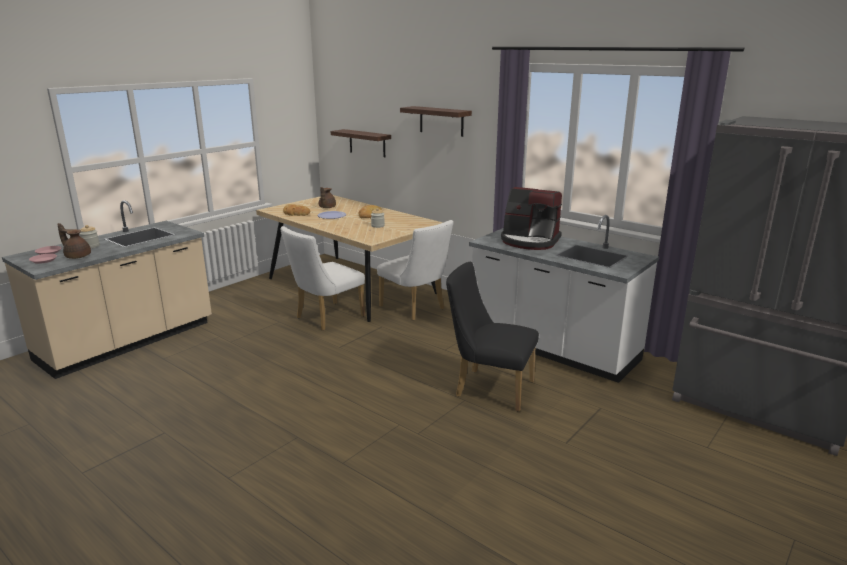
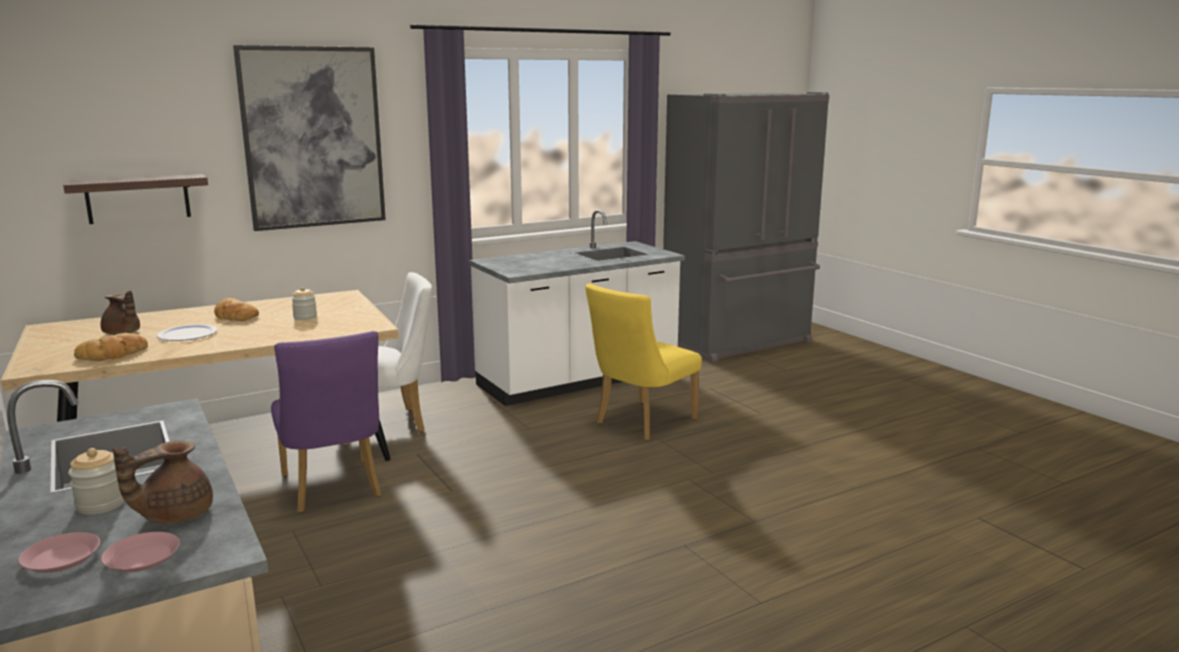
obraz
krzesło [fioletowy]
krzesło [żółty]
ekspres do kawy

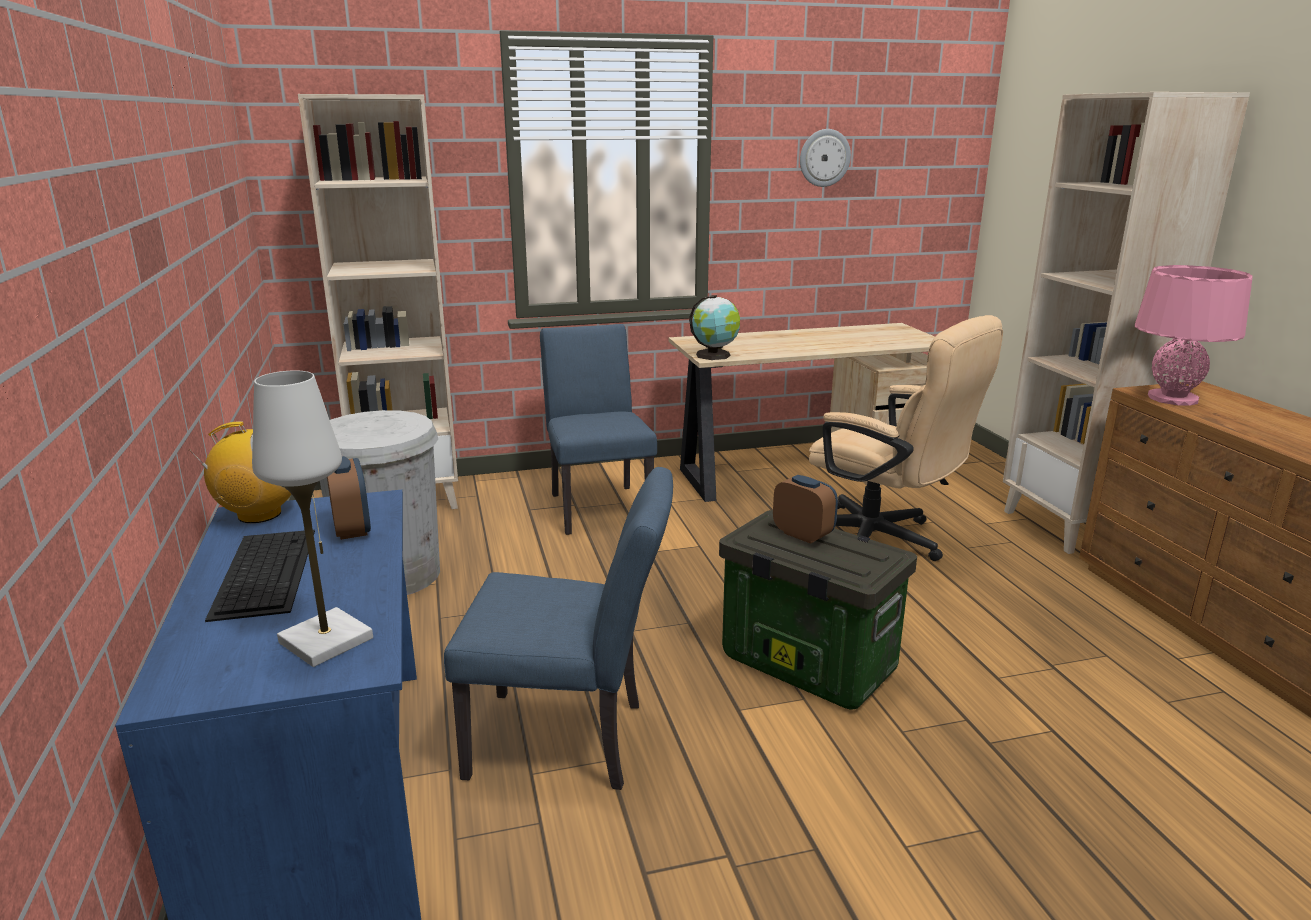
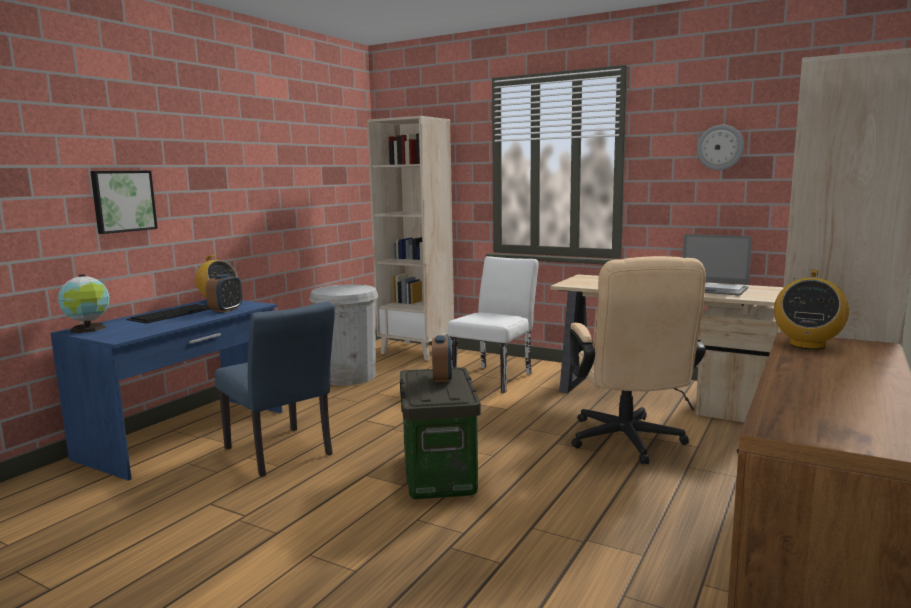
globus
obraz
krzesło [biały]
laptop
radio (2nd from left)
lampa stołowa [biały]

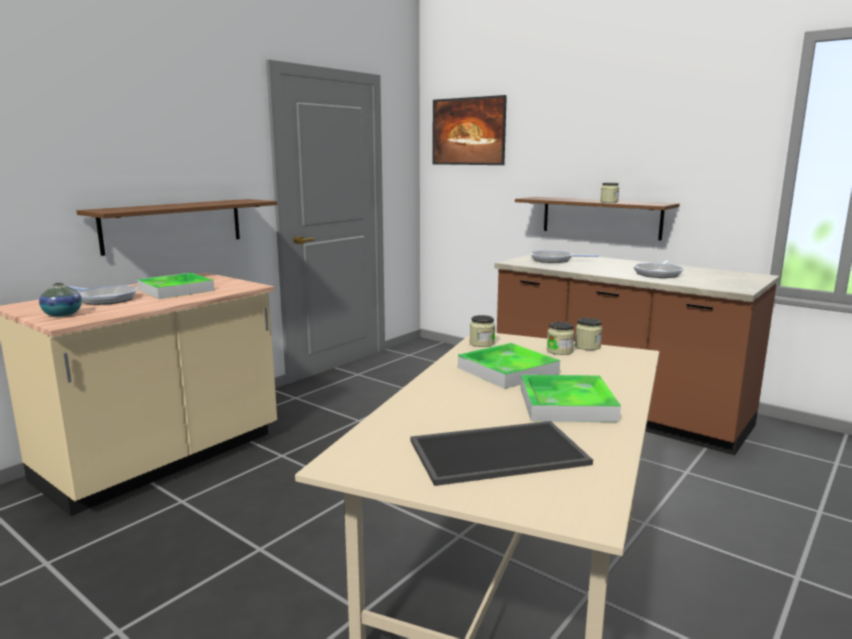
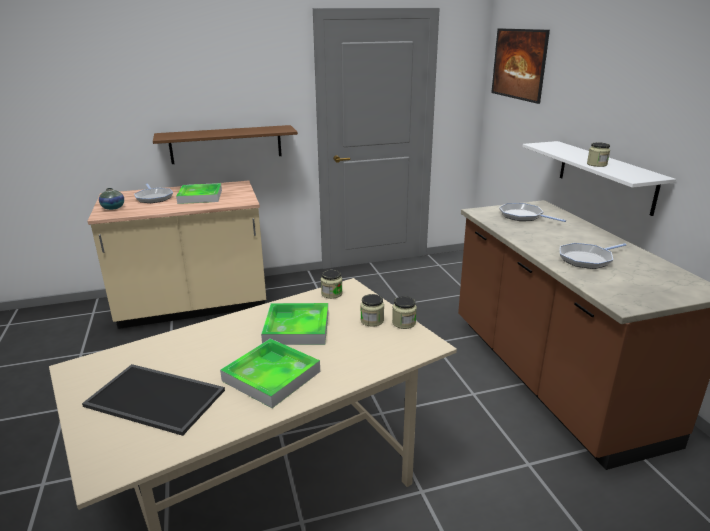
półka [biały]

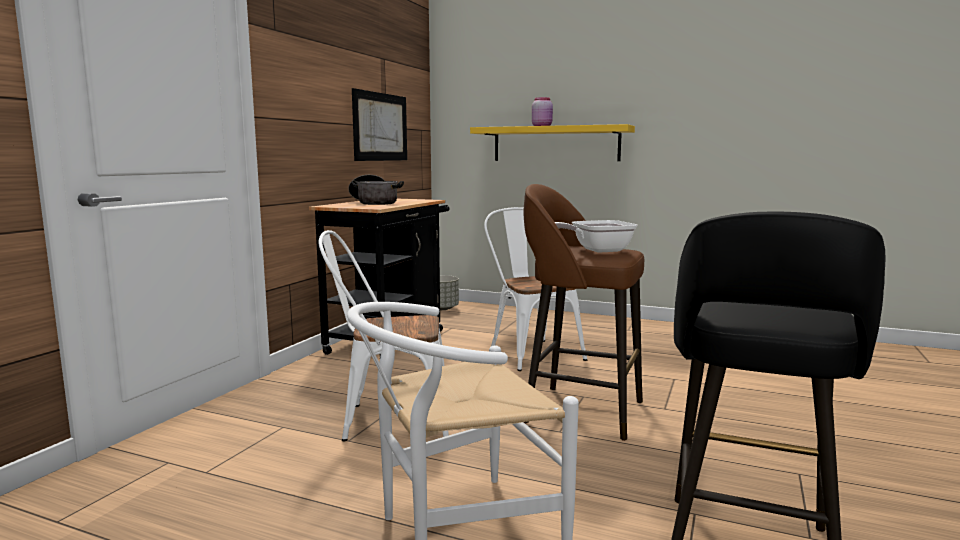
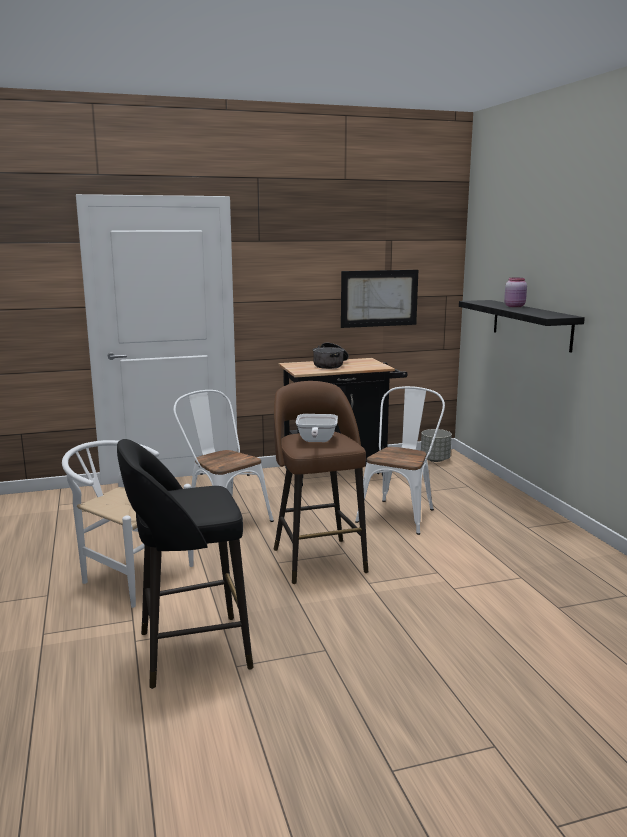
patelnia
półka [czarny]

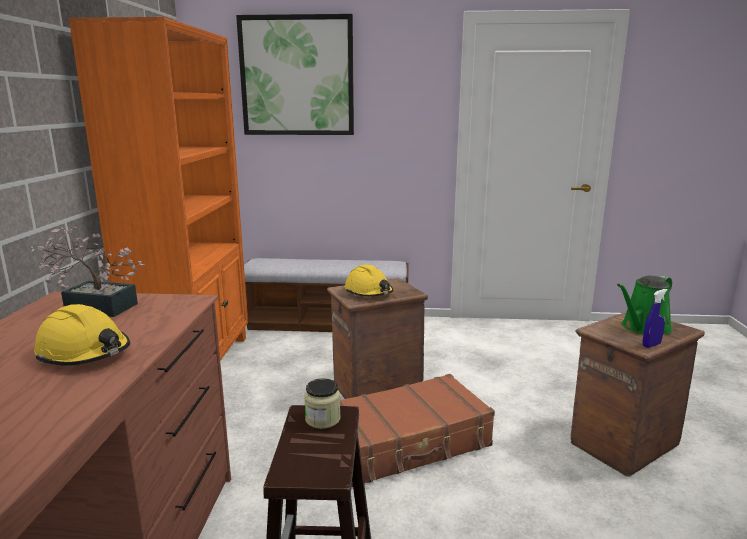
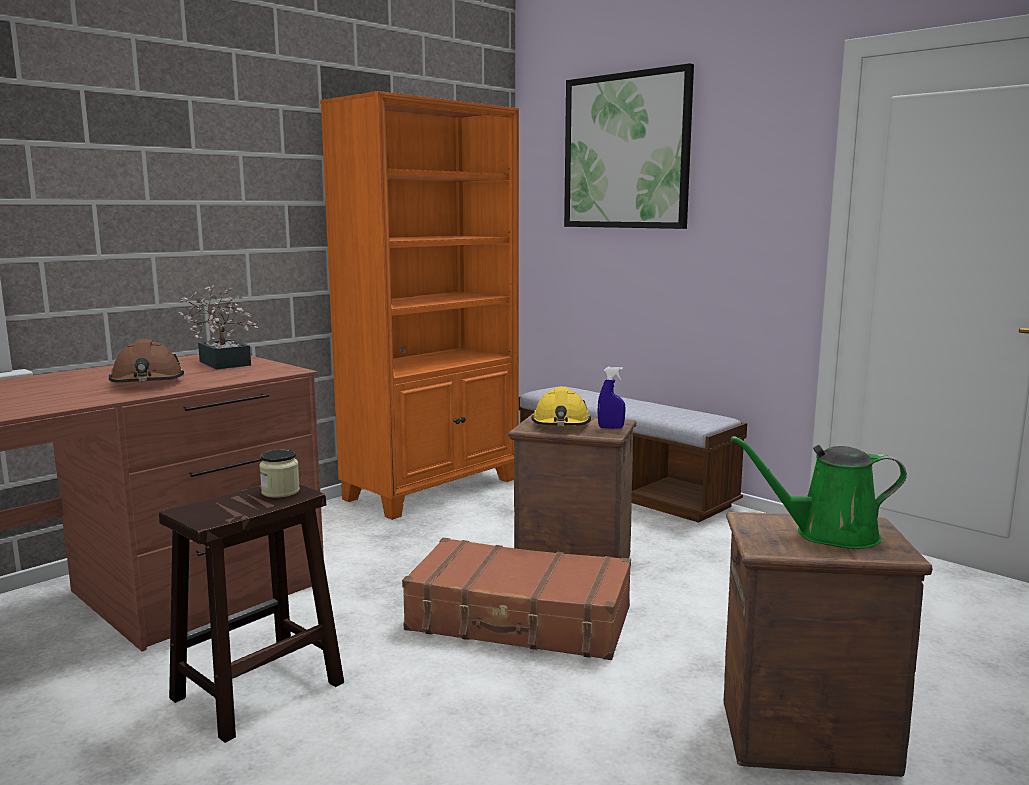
kask [brązowy]
spryskiwacz [niebieski]

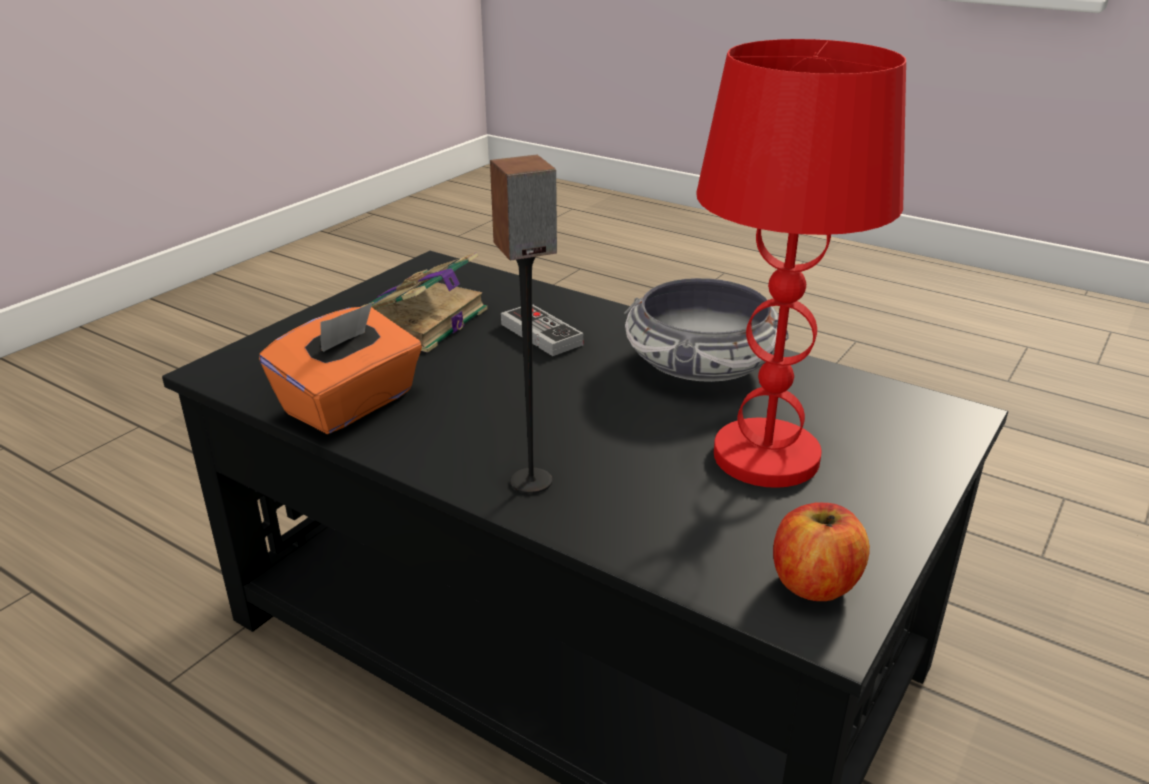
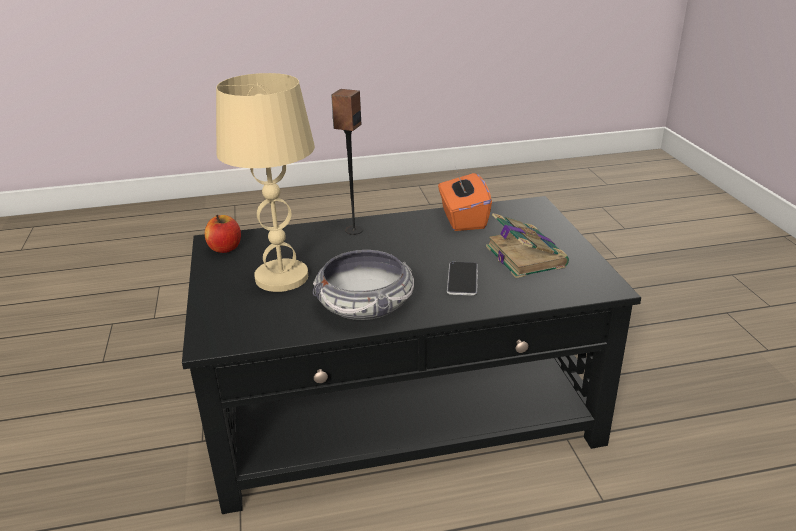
lampa stołowa [beżowy]
telefon

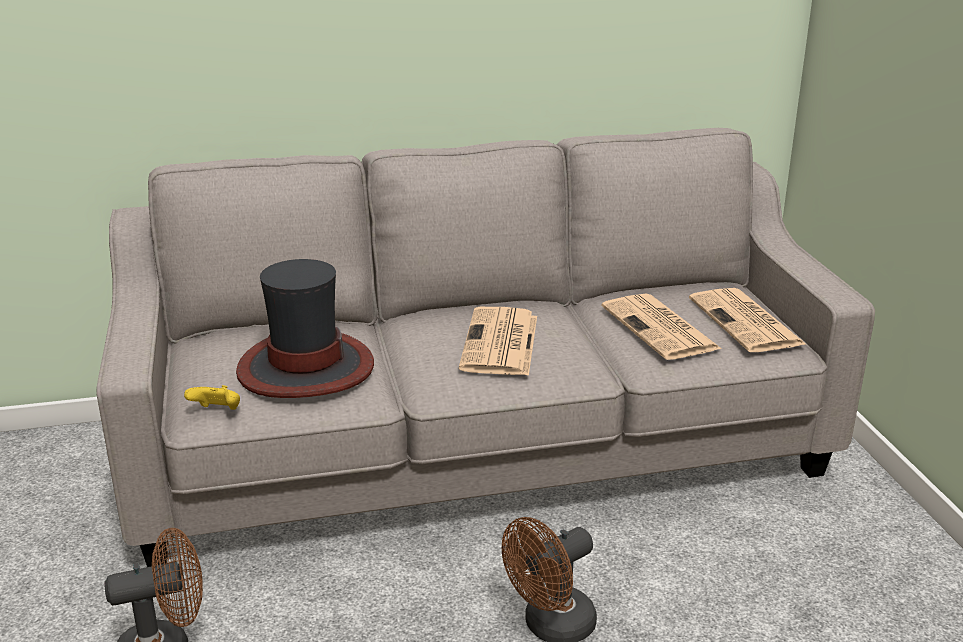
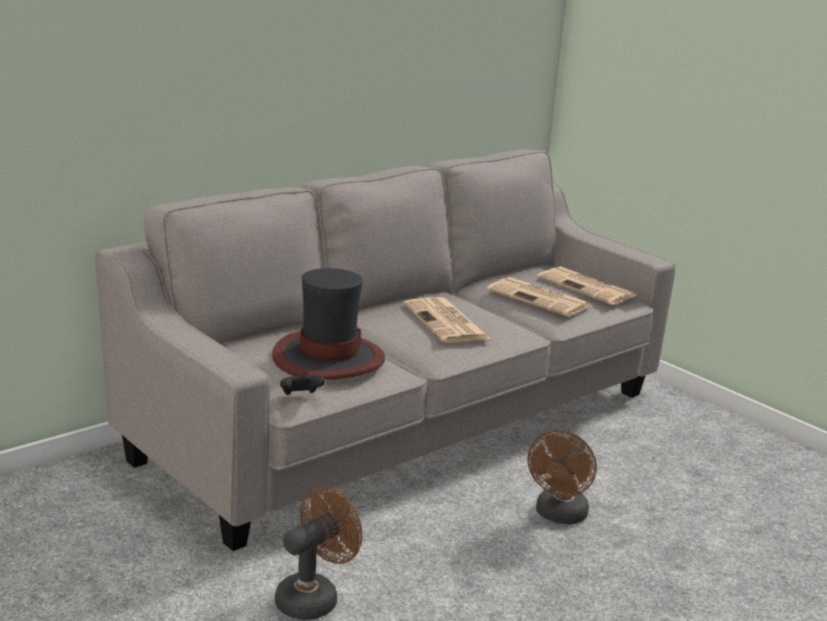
pad do gier [czarny]

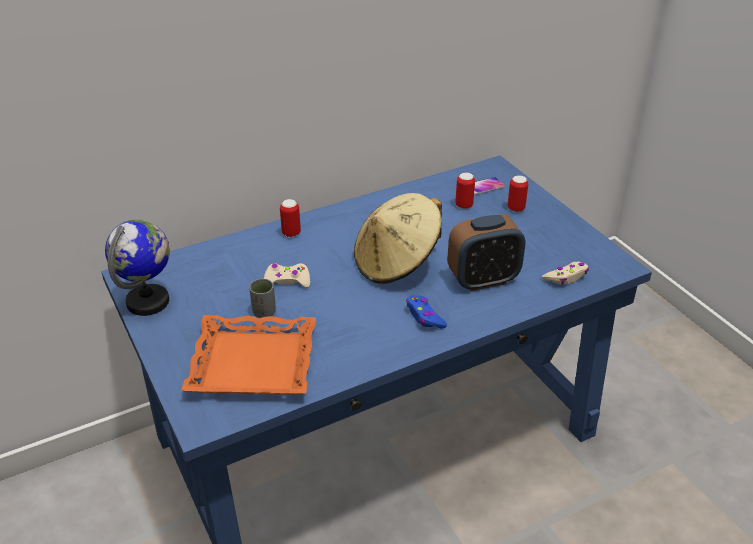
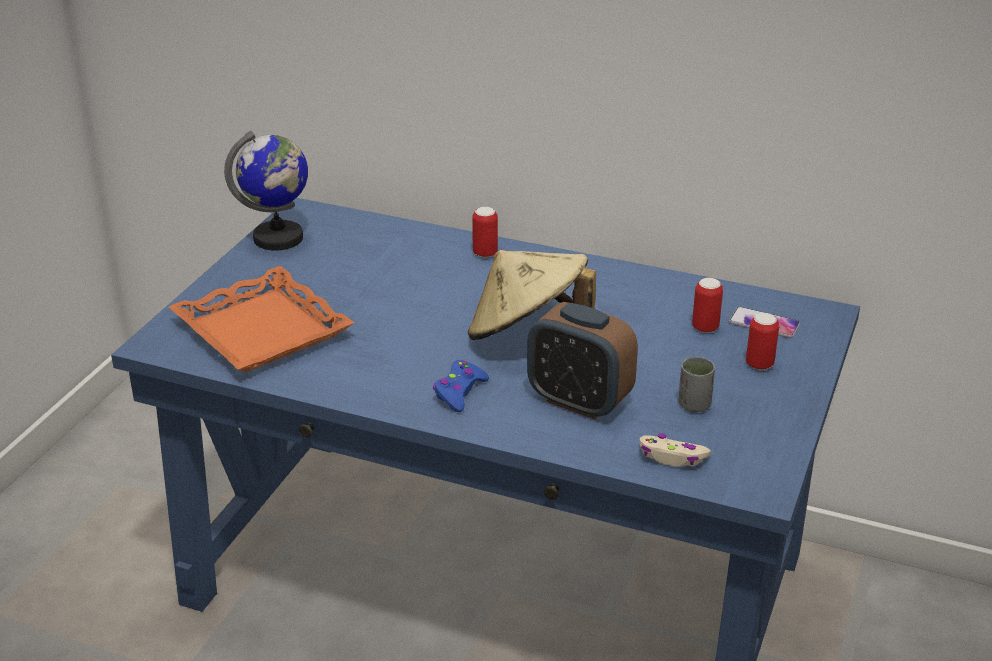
filiżanka [szary]
pad do gier [beżowy] (1st from left in the first image)

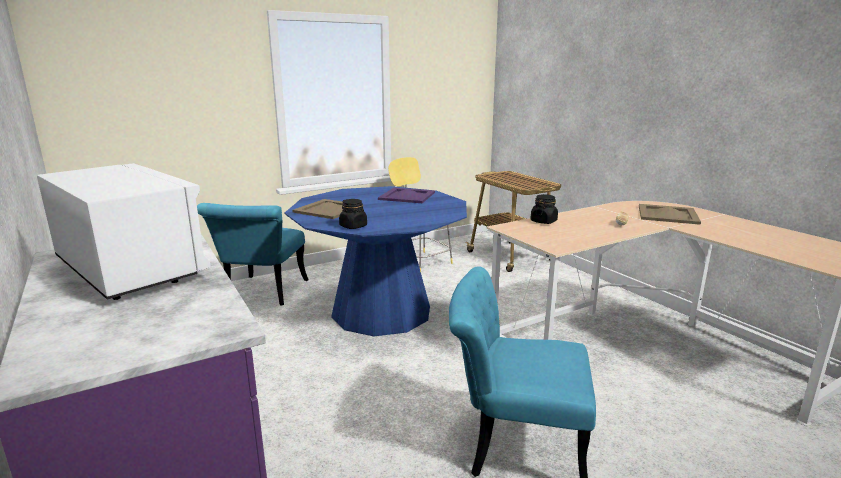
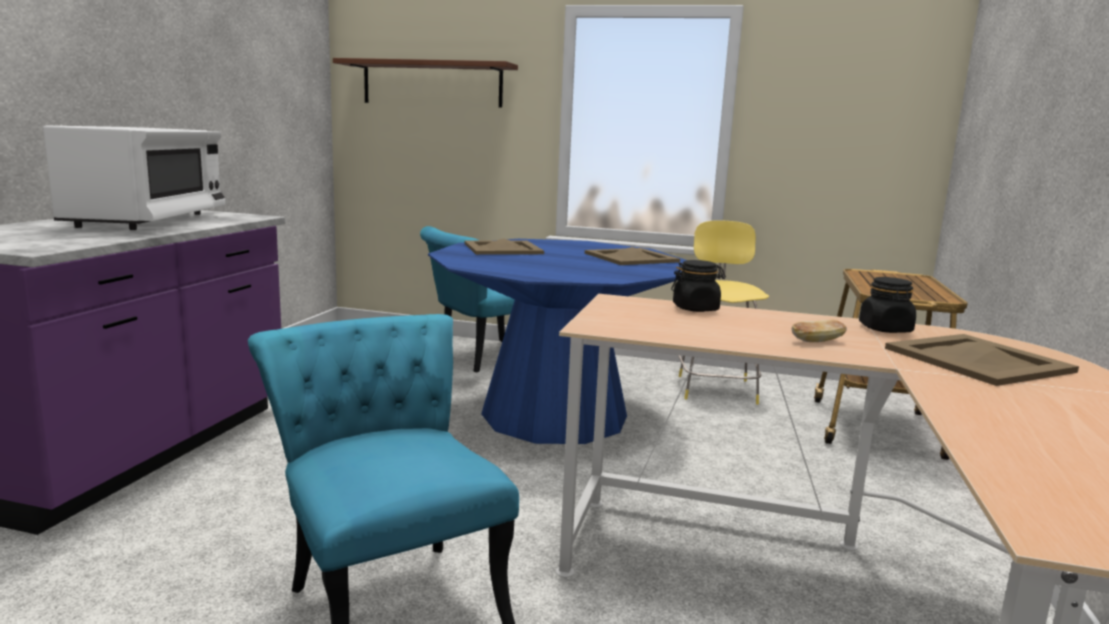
półka [brązowy]
taca [beżowy] (2nd from left)
słoik [czarny] (2nd from left)

